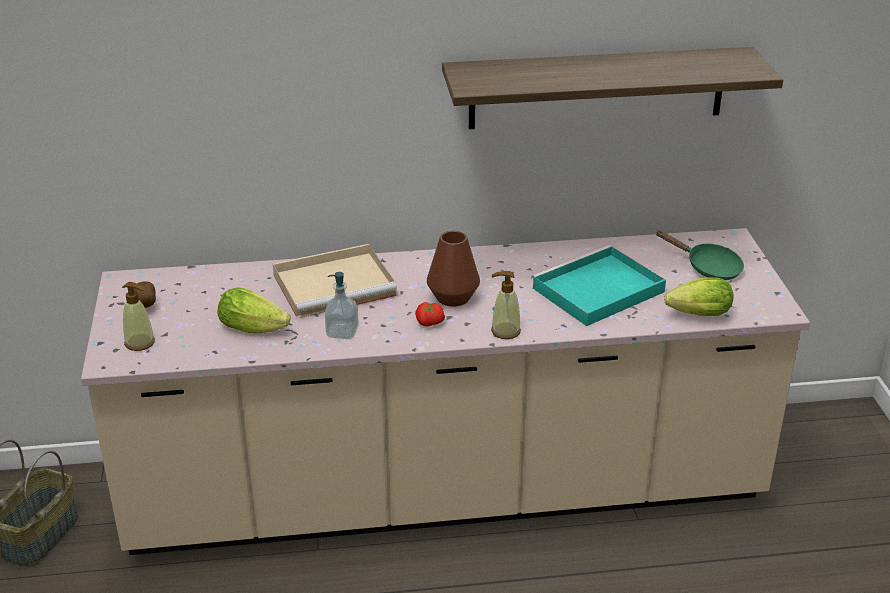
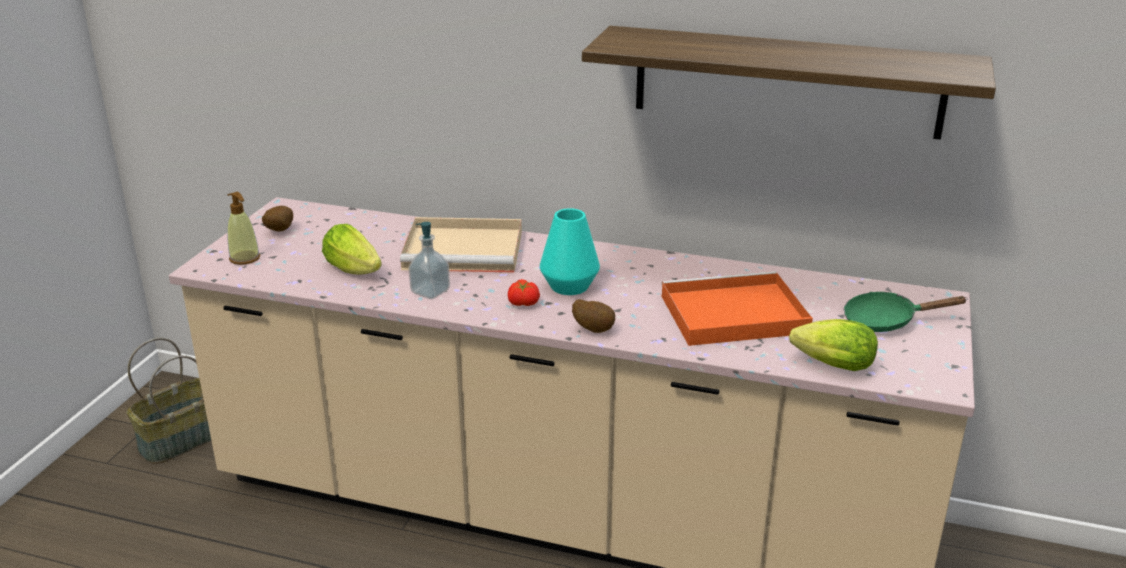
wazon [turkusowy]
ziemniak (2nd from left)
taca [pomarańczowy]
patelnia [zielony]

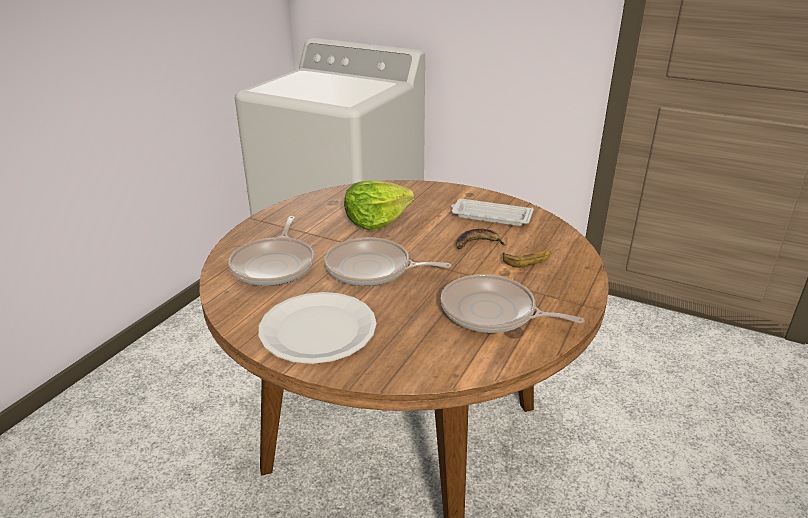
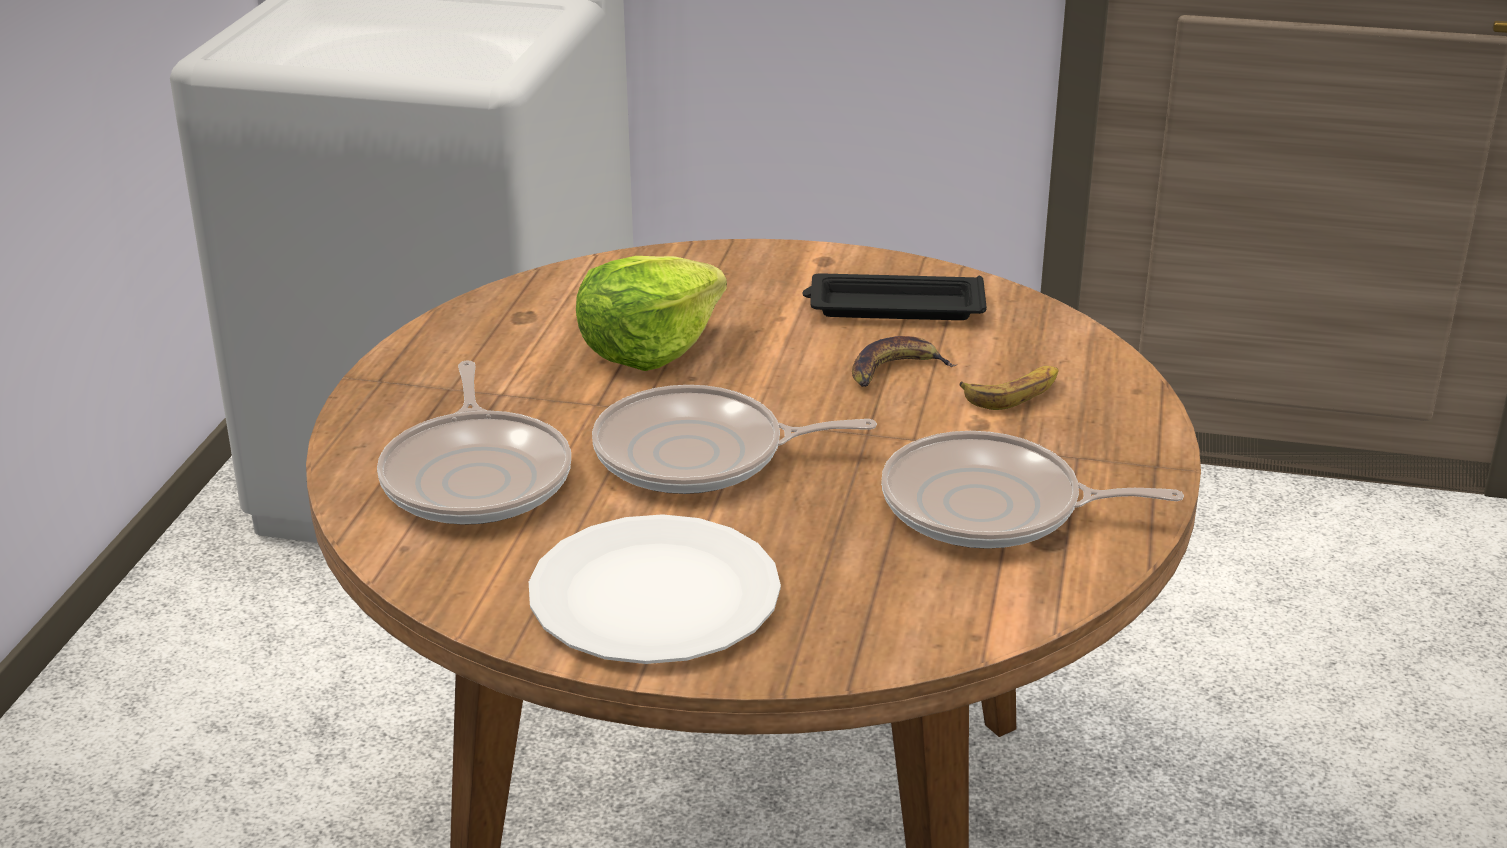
taca [czarny]

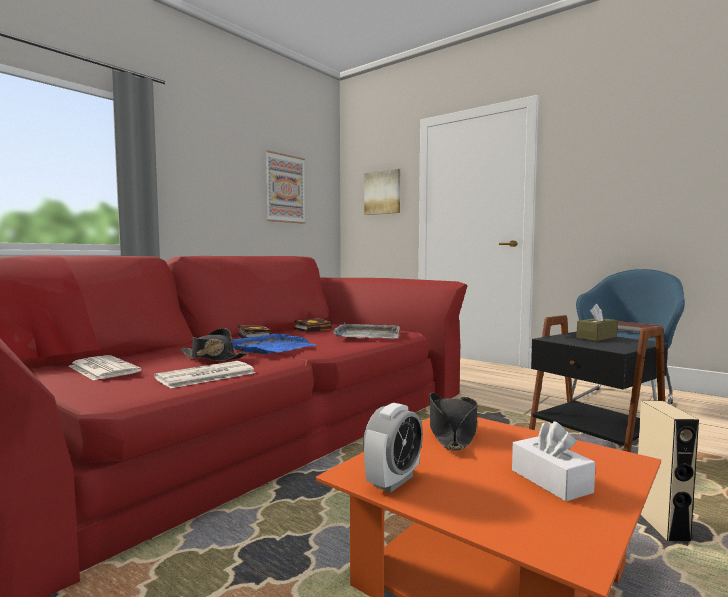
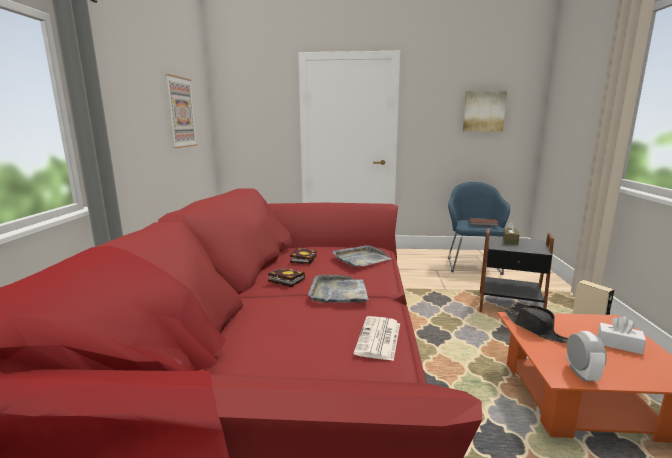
taca [szary] (1st from left)
obraz (2nd from left)
gazeta (1st from left in the first image)
kapelusz [czarny] (1st from left in the first image)

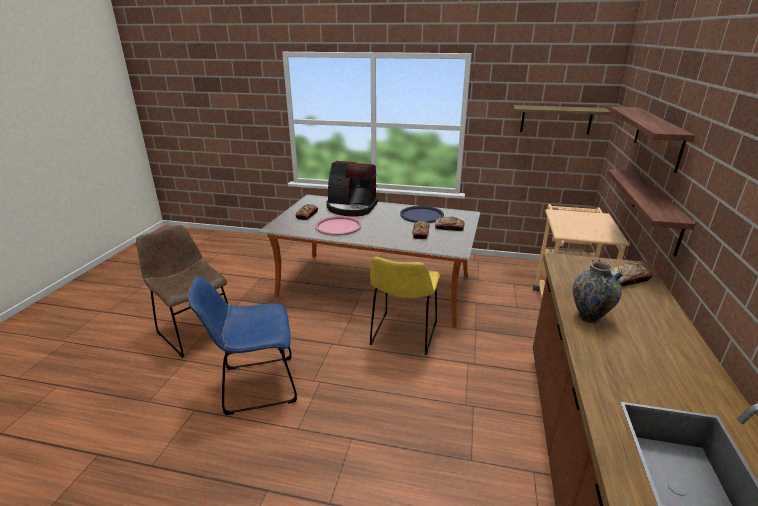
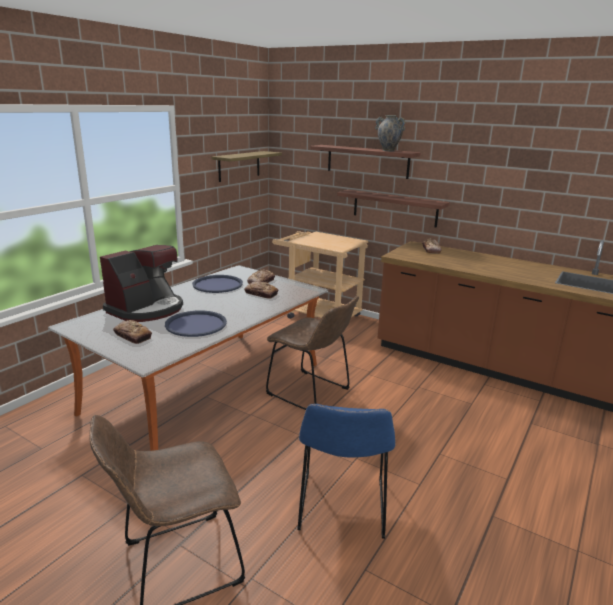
taca [niebieski] (1st from left)
krzesło [brązowy] (2nd from left)
wazon

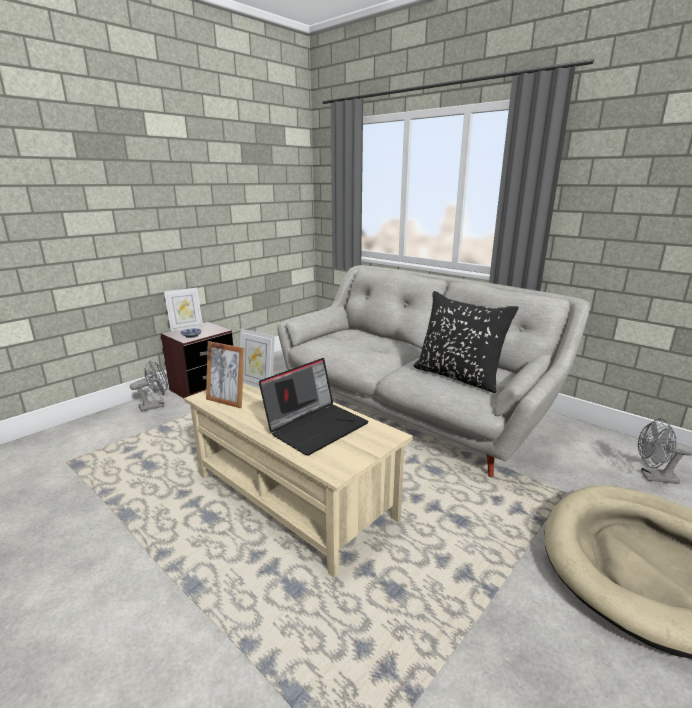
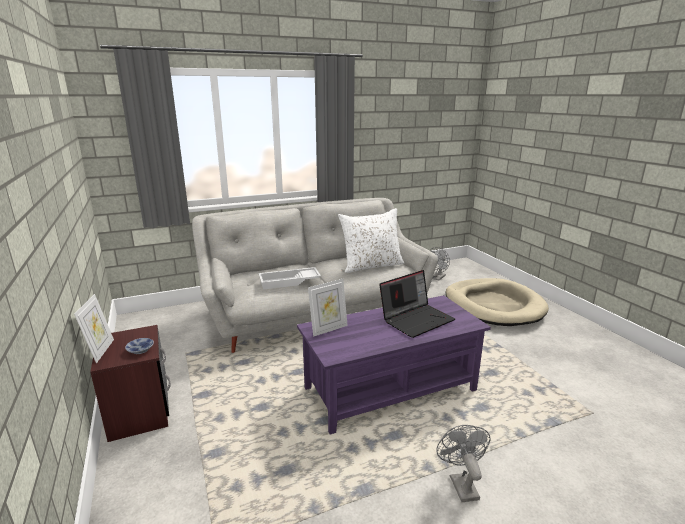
taca [biały]
ława [fioletowy]
poduszka [biały]
laptop
wentylator [szary] (2nd from left)
ramka na zdjęcie (2nd from left in the first image)

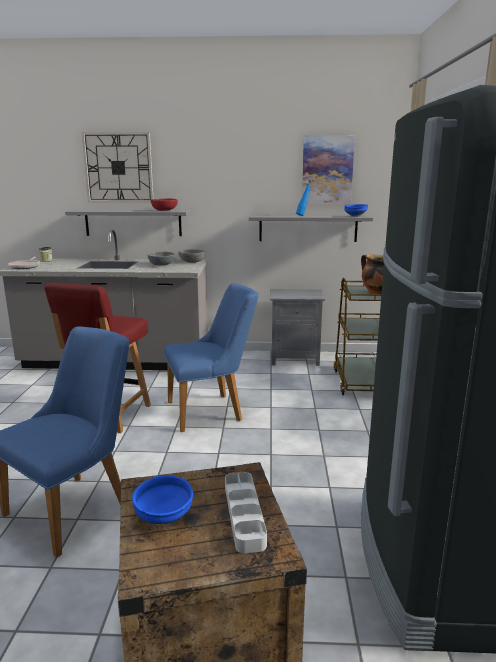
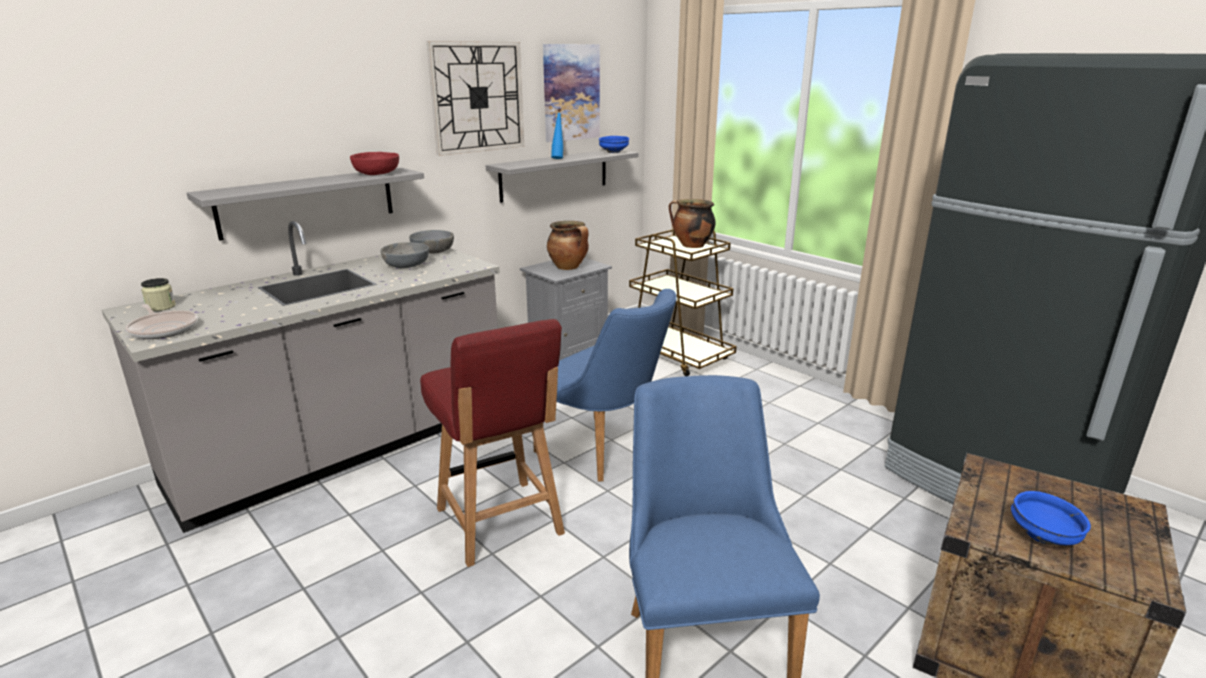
zegar ścienny
krzesło [niebieski] (1st from left)
garnek (1st from left)
taca [szary]

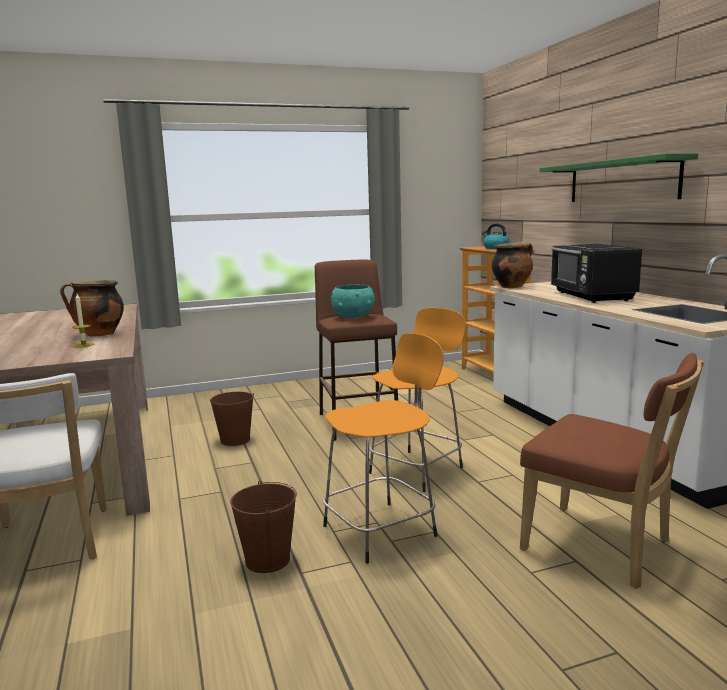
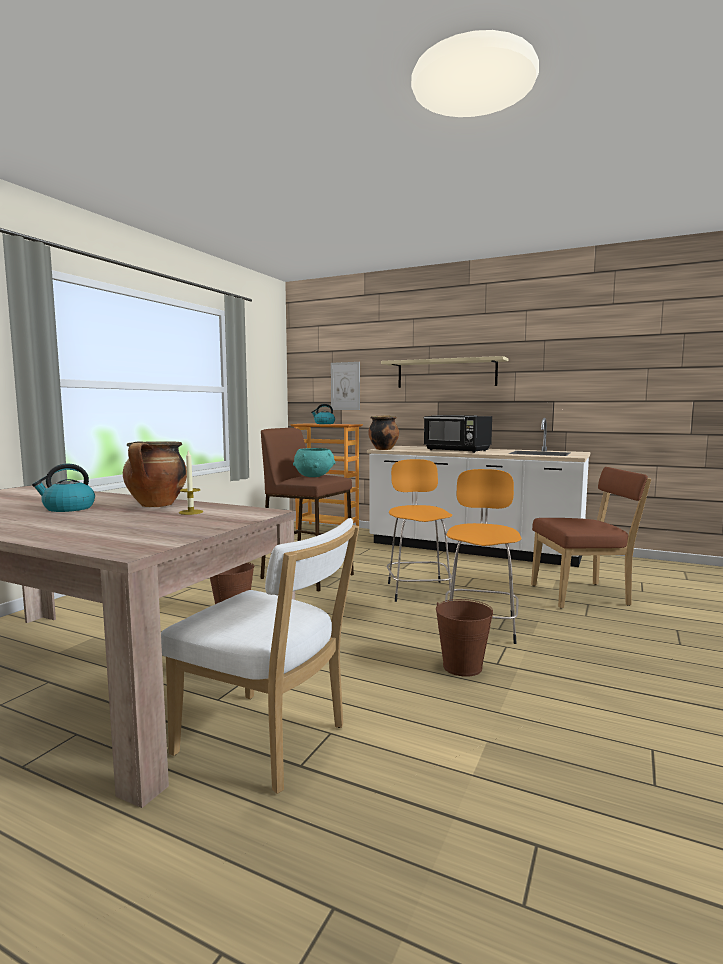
czajnik (1st from left)
obraz
półka [beżowy]

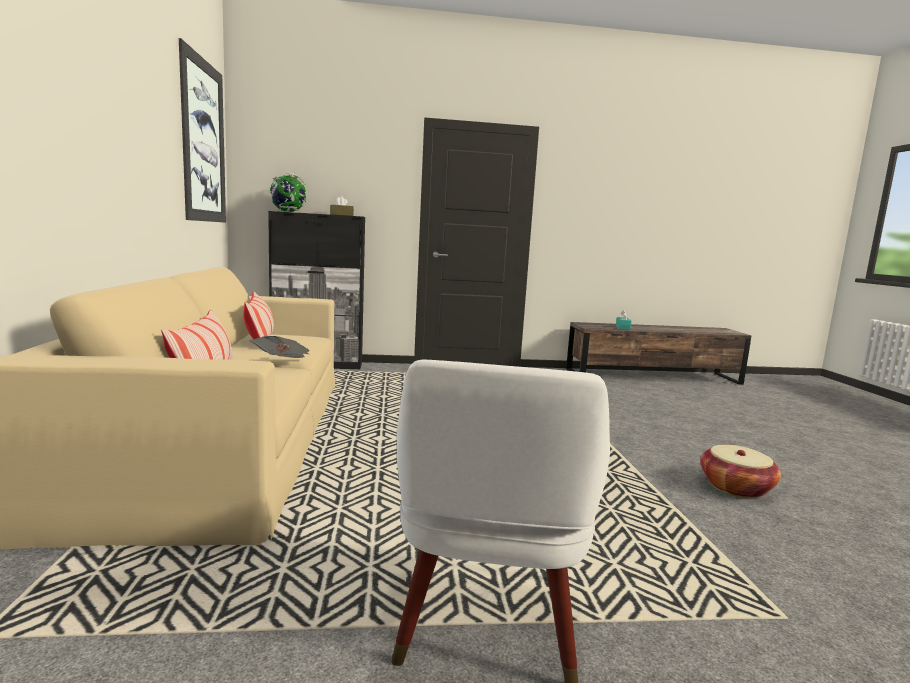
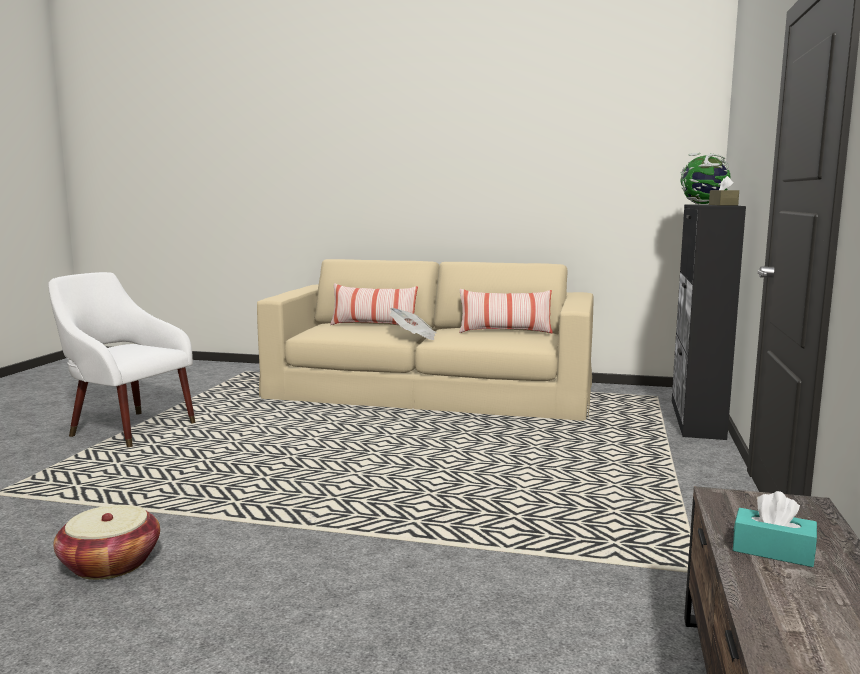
obraz

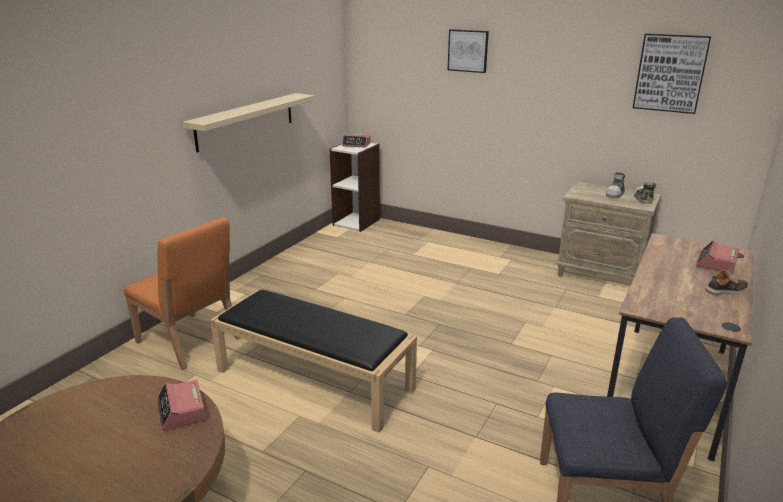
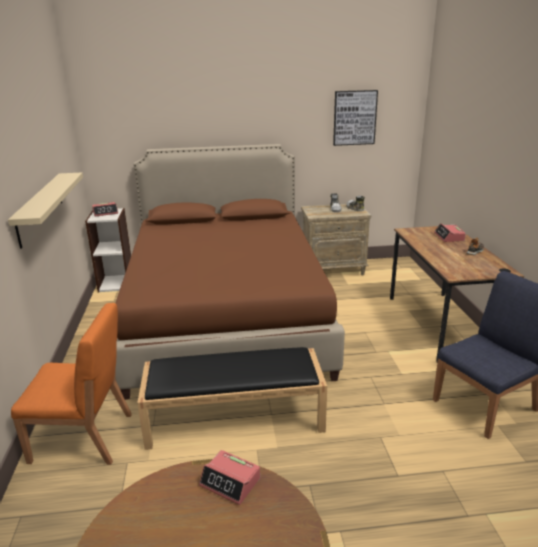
łóżko [brązowy]
obraz (1st from left in the first image)

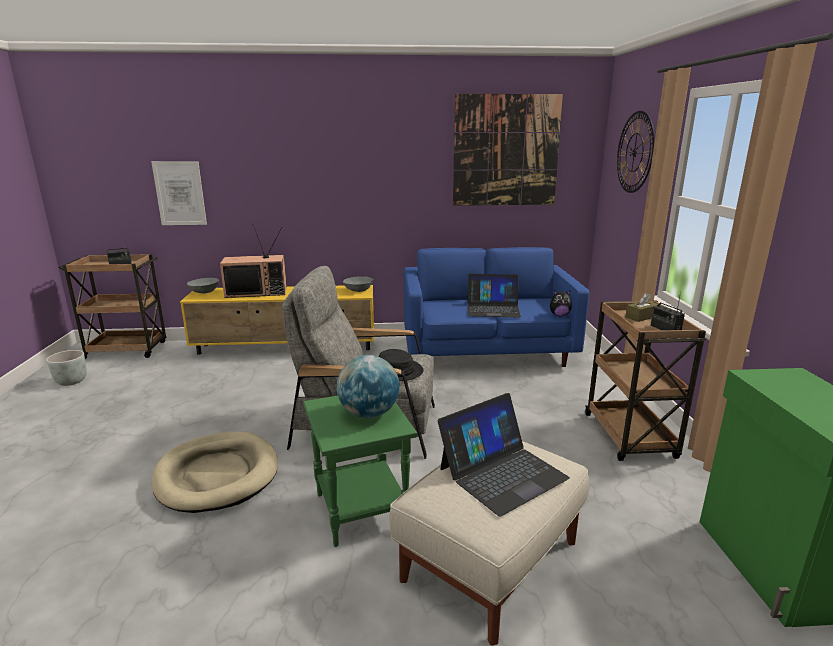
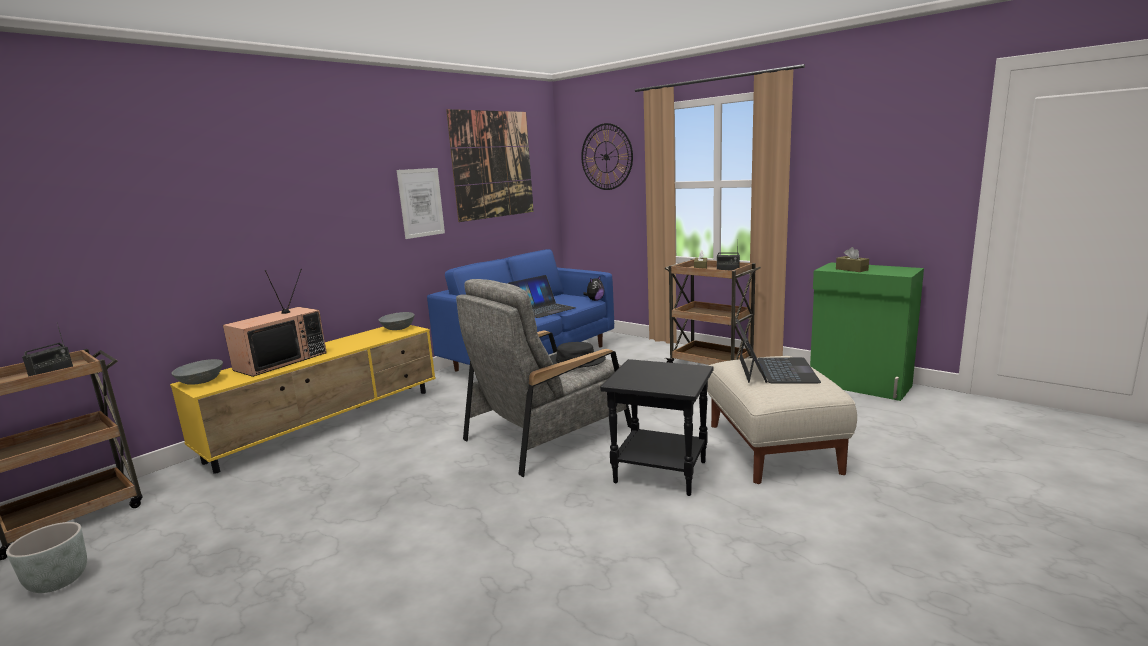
obraz (1st from left)
stolik [czarny]
pudełko chusteczek [brązowy] (2nd from left)
legowisko [beżowy]
globus

